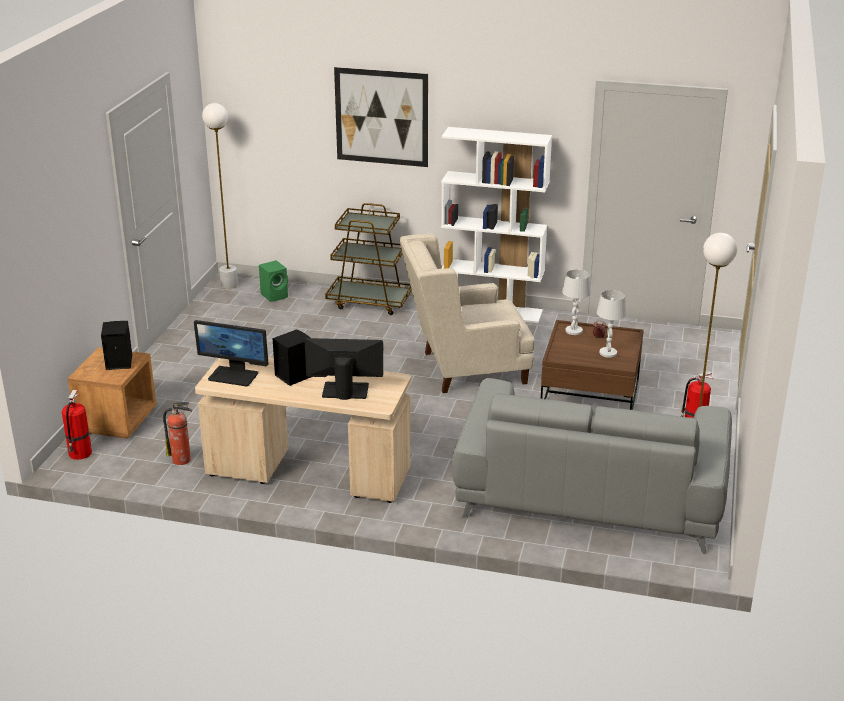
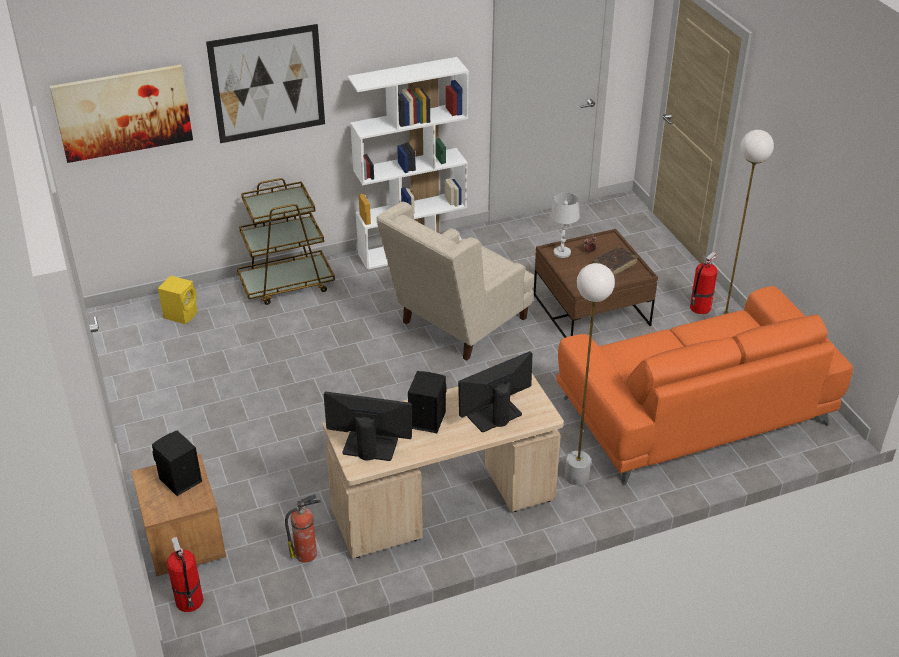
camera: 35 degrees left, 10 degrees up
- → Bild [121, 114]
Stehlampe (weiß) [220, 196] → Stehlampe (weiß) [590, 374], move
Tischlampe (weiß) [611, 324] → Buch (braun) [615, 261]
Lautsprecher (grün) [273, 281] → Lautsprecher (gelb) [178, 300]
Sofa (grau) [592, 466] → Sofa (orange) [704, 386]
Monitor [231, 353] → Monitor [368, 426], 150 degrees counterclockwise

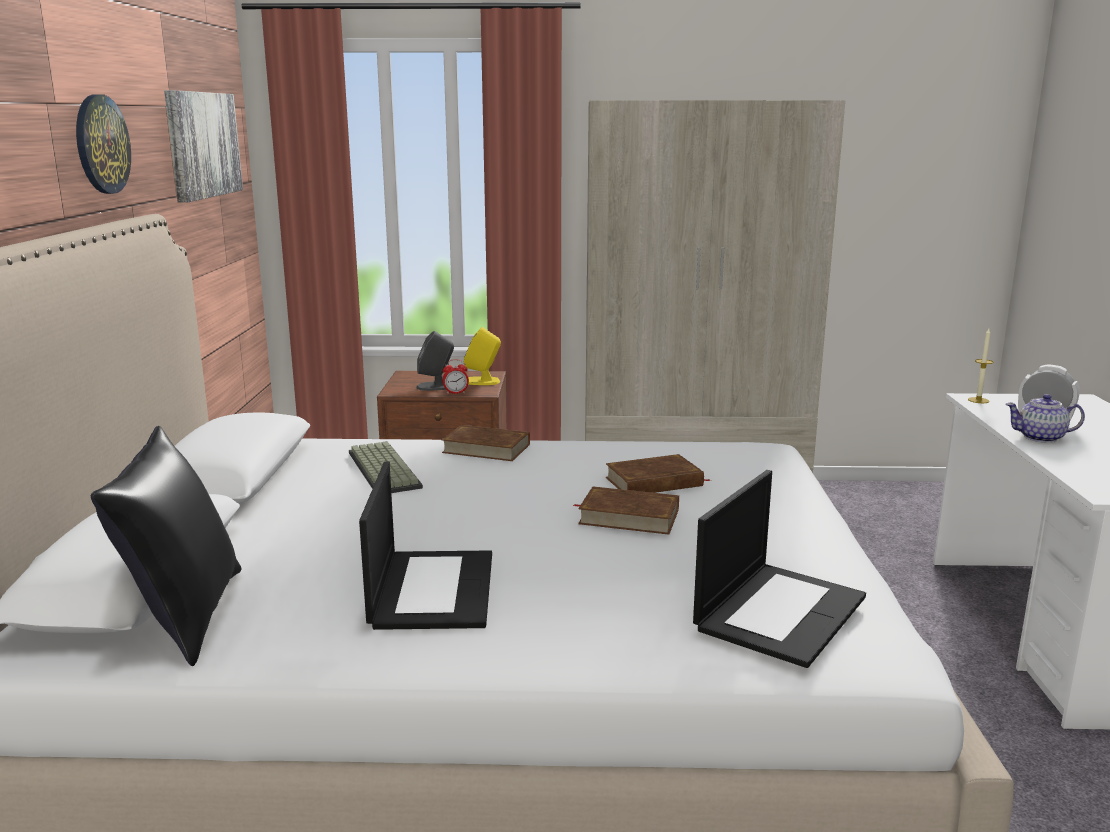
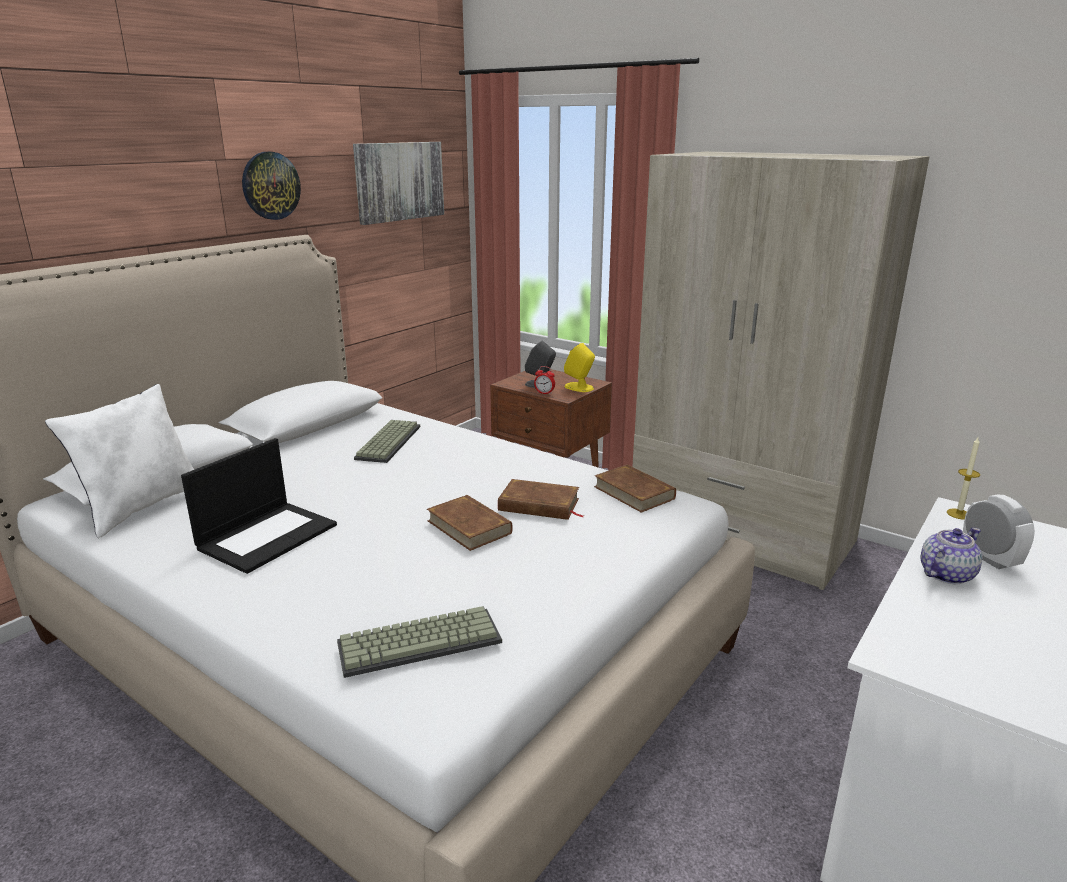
camera: 35 degrees right, 5 degrees up
Buch (braun) [486, 443] → Buch (braun) [635, 488], move
Laptop [779, 569] → Tastatur [419, 642]
Kissen (schwarz) [166, 546] → Kissen (weiß) [119, 461]
Teekanne [1045, 418] → Teekanne [951, 555], 105 degrees clockwise

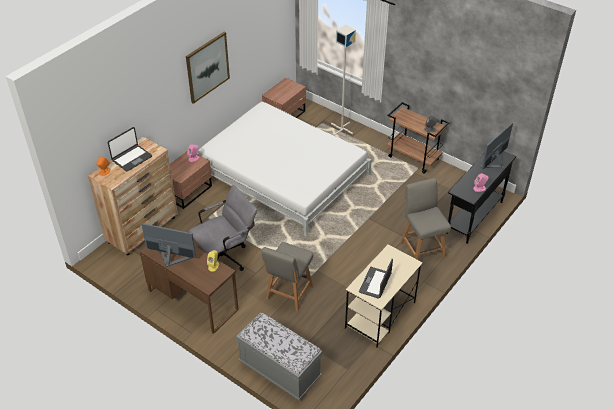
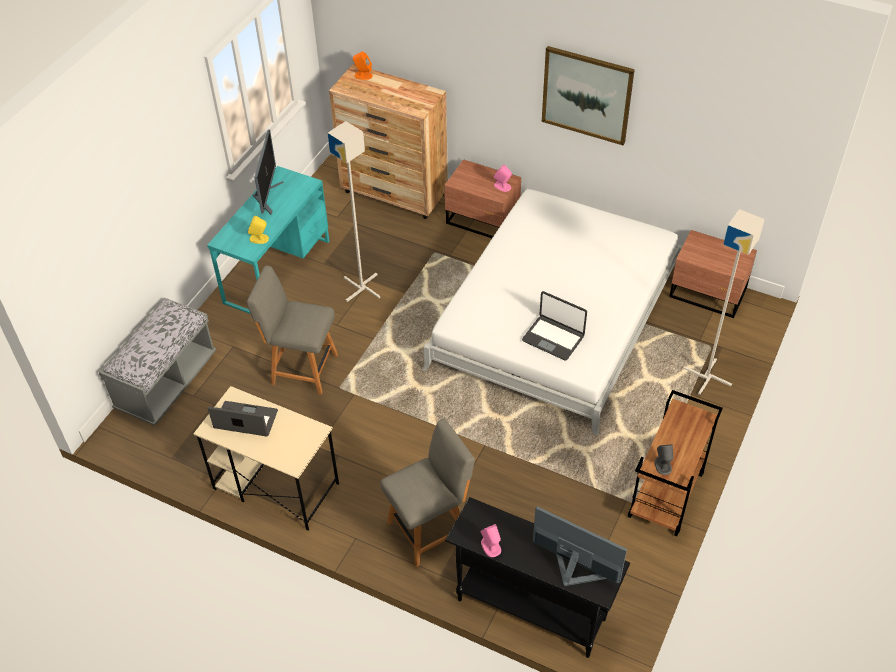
camera: 80 degrees right, 5 degrees up
Laptop [130, 149] → Laptop [554, 326], move
Bürostuhl (grau) [223, 228] → Stehlampe (grau) [354, 211]
Schreibtisch (braun) [189, 290] → Schreibtisch (türkis) [268, 240]

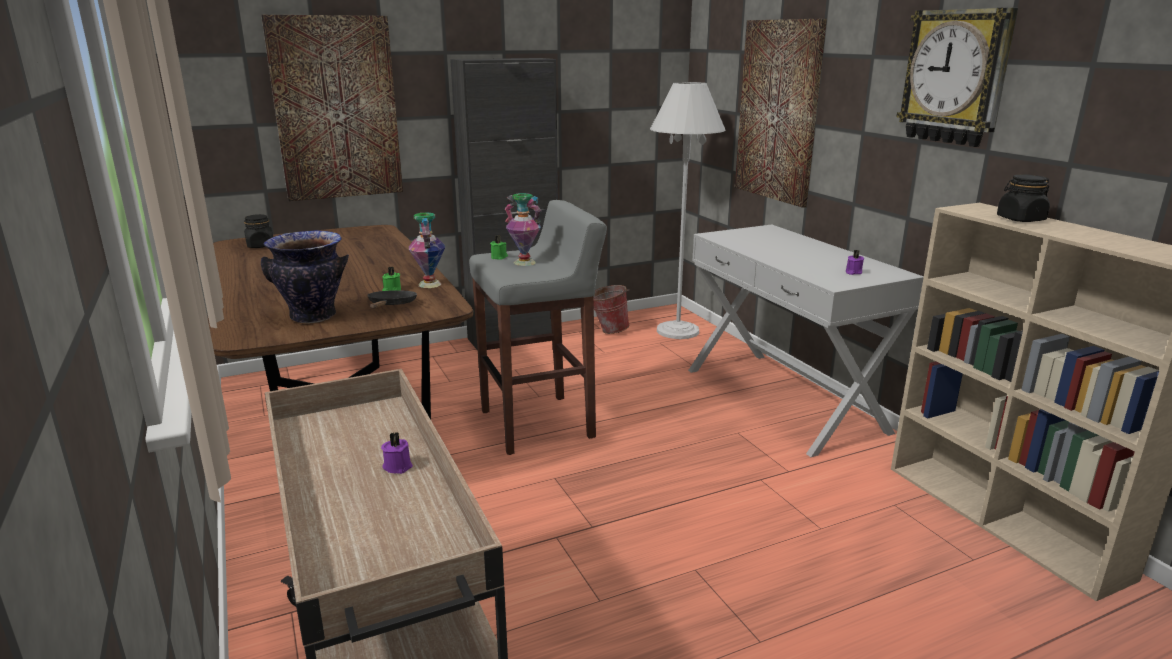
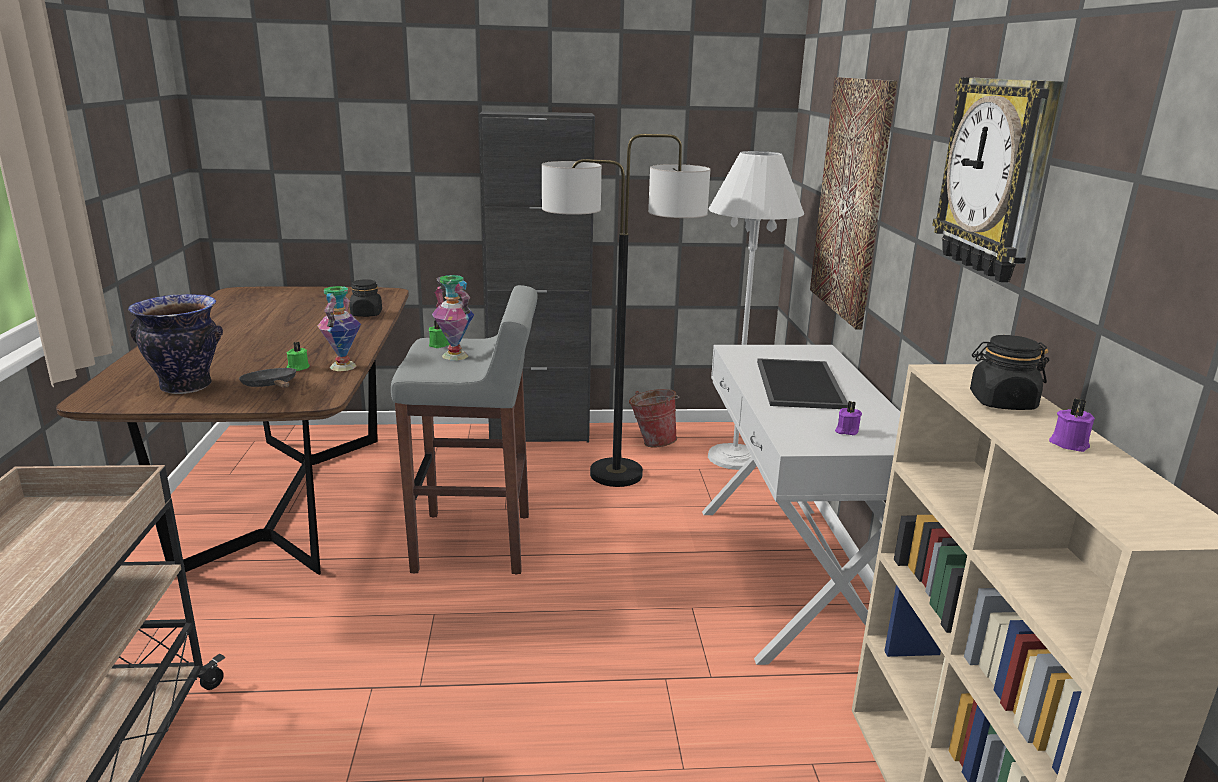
camera: 20 degrees right, 0 degrees up
Bild [332, 108] → -
- → Stehlampe [626, 310]
- → Tablett [802, 383]
Vorratsglas (schwarz) [258, 231] → Vorratsglas (schwarz) [366, 298], move
Kerze (lila) [397, 453] → Kerze (lila) [1072, 425], move
Pfanne (schwarz) [392, 299] → Pfanne (schwarz) [267, 378], 60 degrees counterclockwise

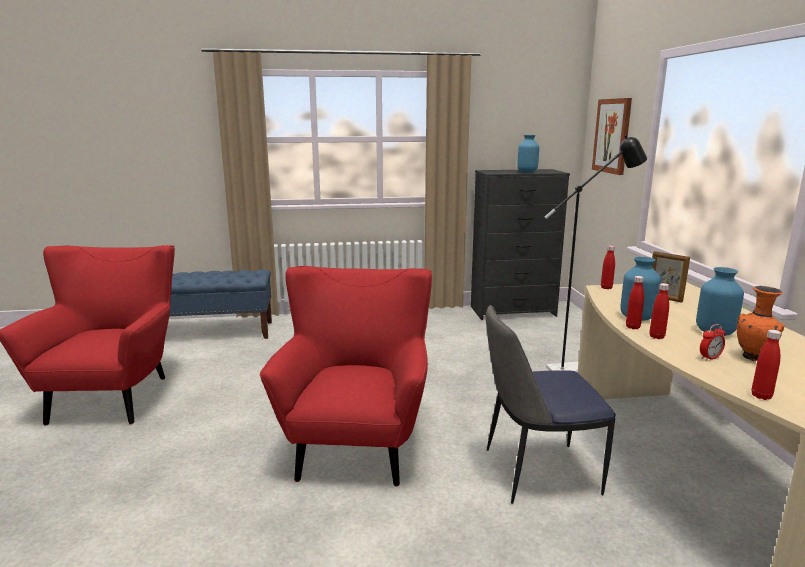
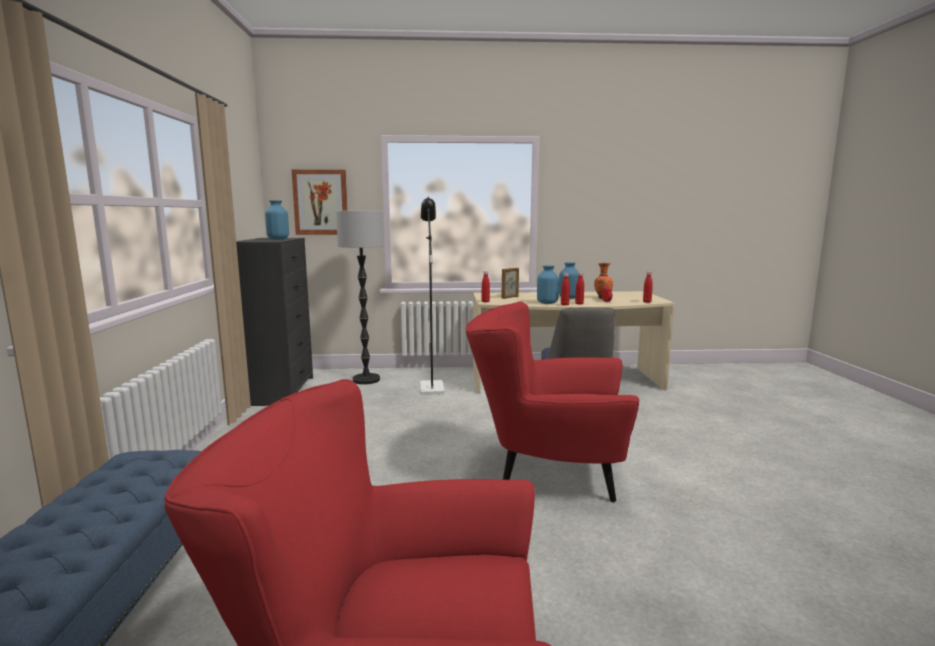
camera: 85 degrees left, 5 degrees down
- → Stehlampe [360, 298]

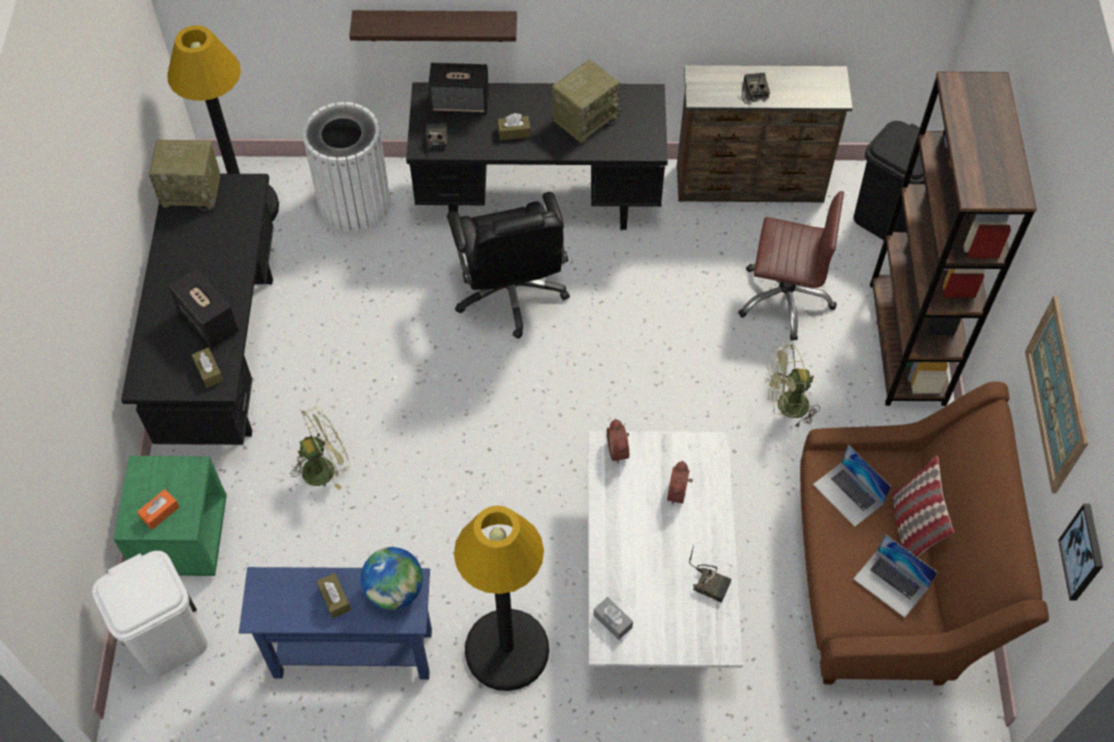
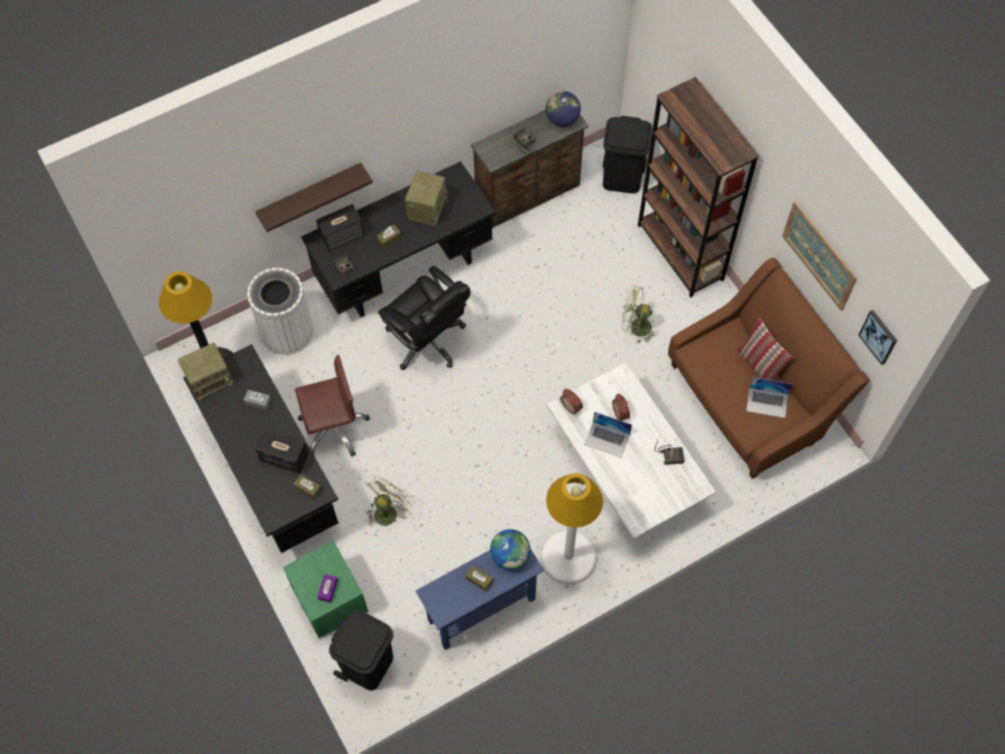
camera: 30 degrees left, 5 degrees up
- → Globus [563, 109]
Taschentuchbox (grau) [613, 618] → Taschentuchbox (grau) [257, 400], move
Bürostuhl (braun) [791, 266] → Bürostuhl (braun) [332, 405], move
Laptop [852, 486] → Laptop [608, 435], move
Mülleimer (weiß) [150, 614] → Mülleimer (schwarz) [361, 650]
Taschentuchbox (orange) [158, 509] → Taschentuchbox (lila) [328, 588]
Stehlampe (schwarz) [501, 598] → Stehlampe (weiß) [572, 529]
Ventilator (grün) [792, 386] → Ventilator (grün) [640, 314], 45 degrees clockwise

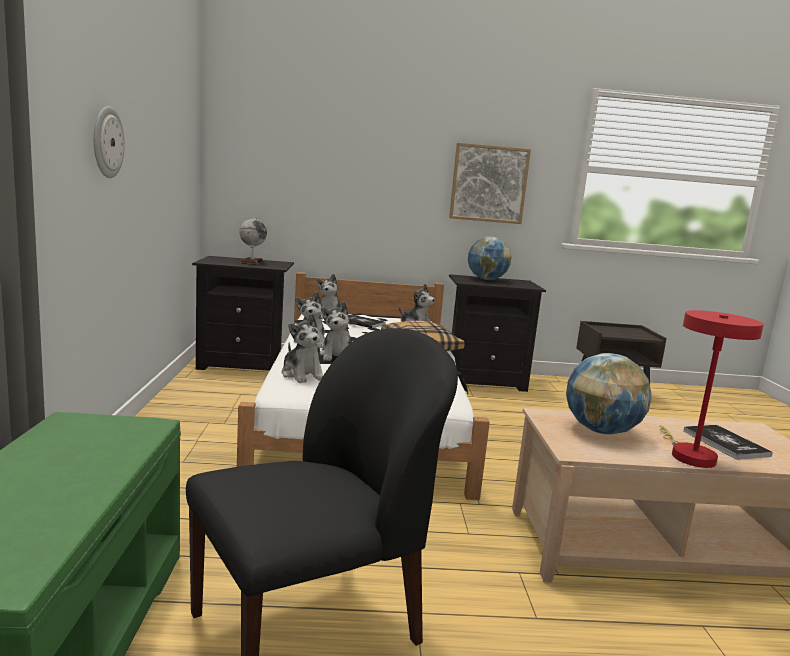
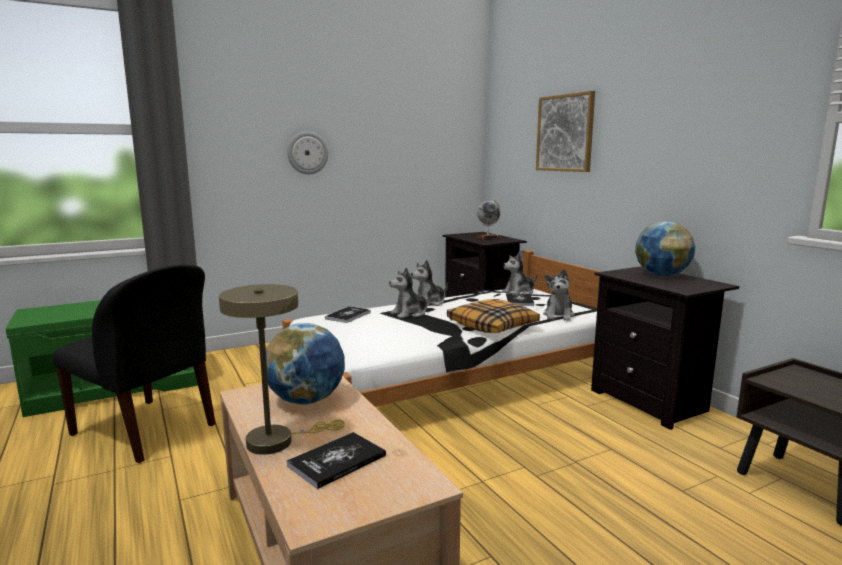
camera: 65 degrees right, 0 degrees up
Bild [490, 183] → Bild [565, 131], move
Plüschtier [302, 348] → Buch [348, 314]
Tischlampe (rot) [711, 389] → Tischlampe (beige) [282, 369]

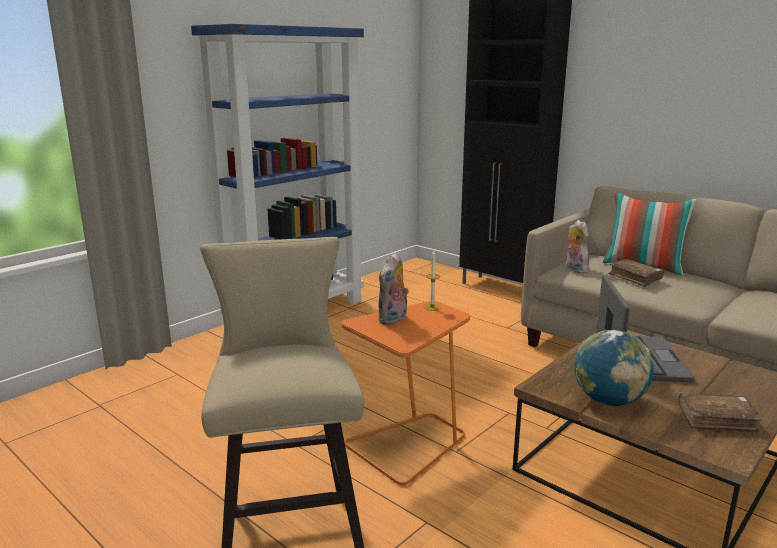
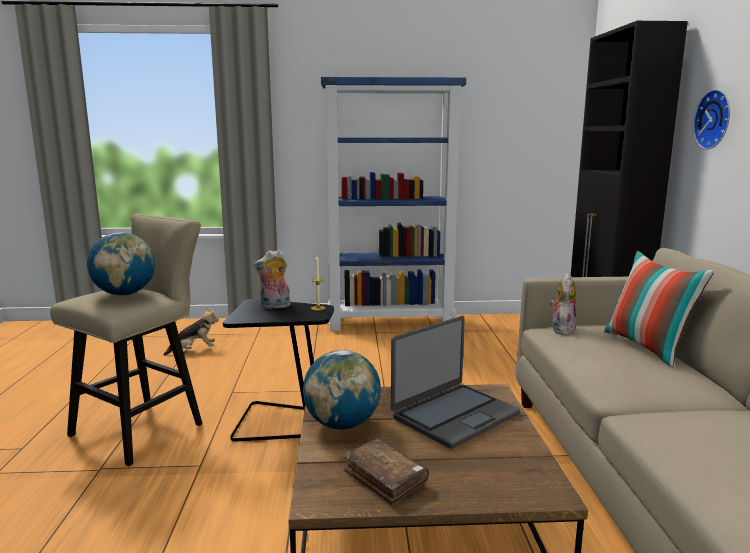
camera: 45 degrees right, 5 degrees down
Buch (braun) [636, 273] → -
- → Globus [121, 264]
- → Plüschtier [191, 331]
- → Wanduhr [711, 119]
Beistelltisch (orange) [405, 393] → Beistelltisch (schwarz) [278, 370]

